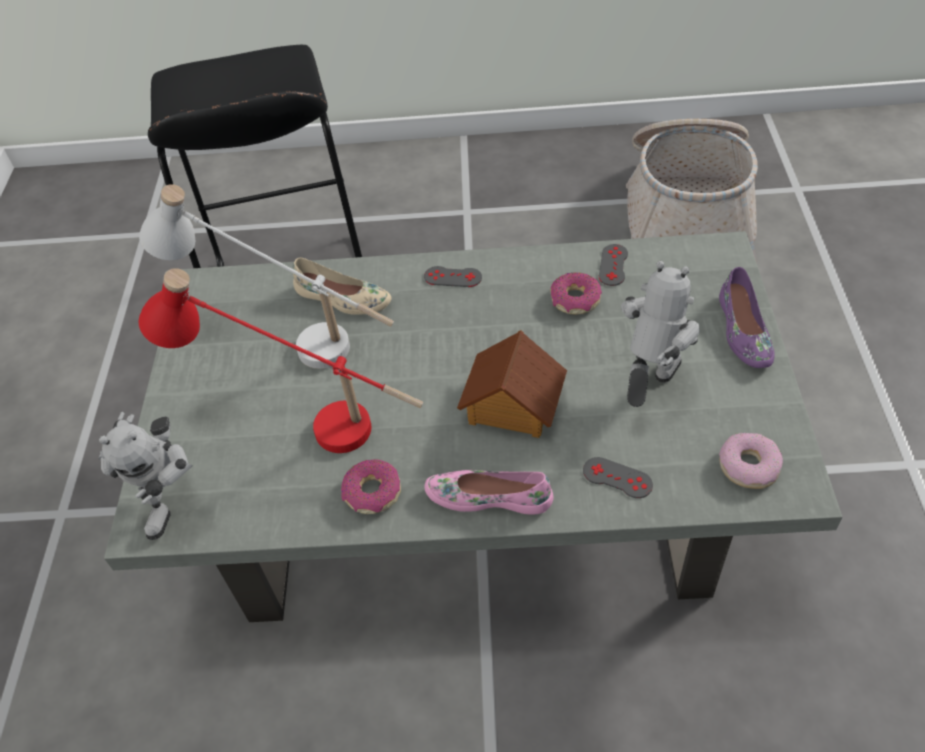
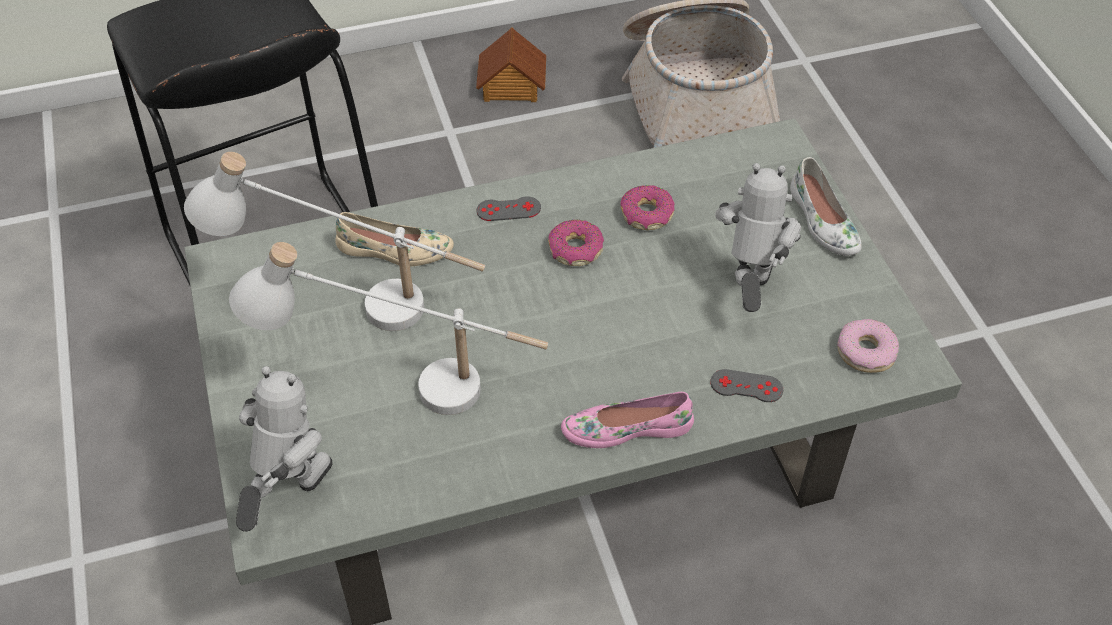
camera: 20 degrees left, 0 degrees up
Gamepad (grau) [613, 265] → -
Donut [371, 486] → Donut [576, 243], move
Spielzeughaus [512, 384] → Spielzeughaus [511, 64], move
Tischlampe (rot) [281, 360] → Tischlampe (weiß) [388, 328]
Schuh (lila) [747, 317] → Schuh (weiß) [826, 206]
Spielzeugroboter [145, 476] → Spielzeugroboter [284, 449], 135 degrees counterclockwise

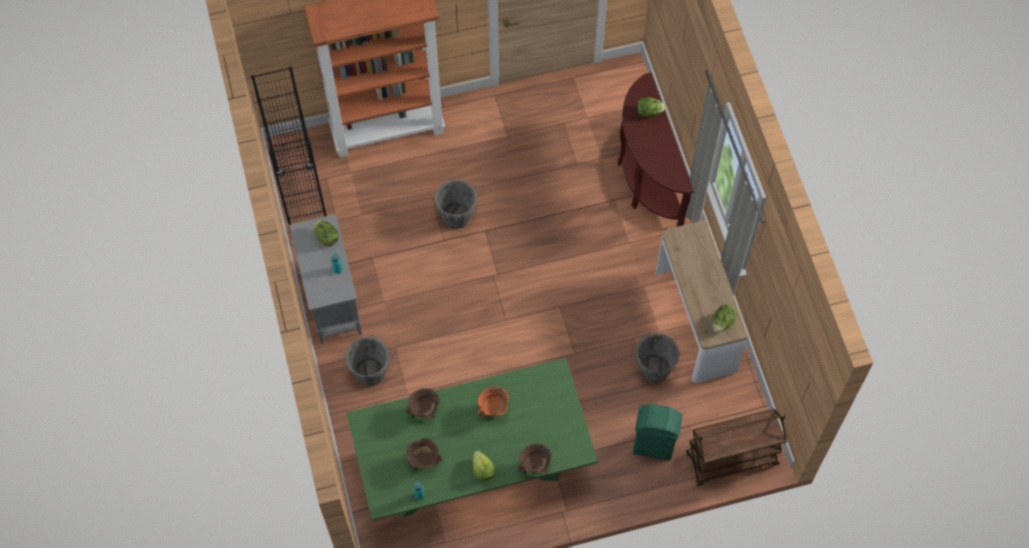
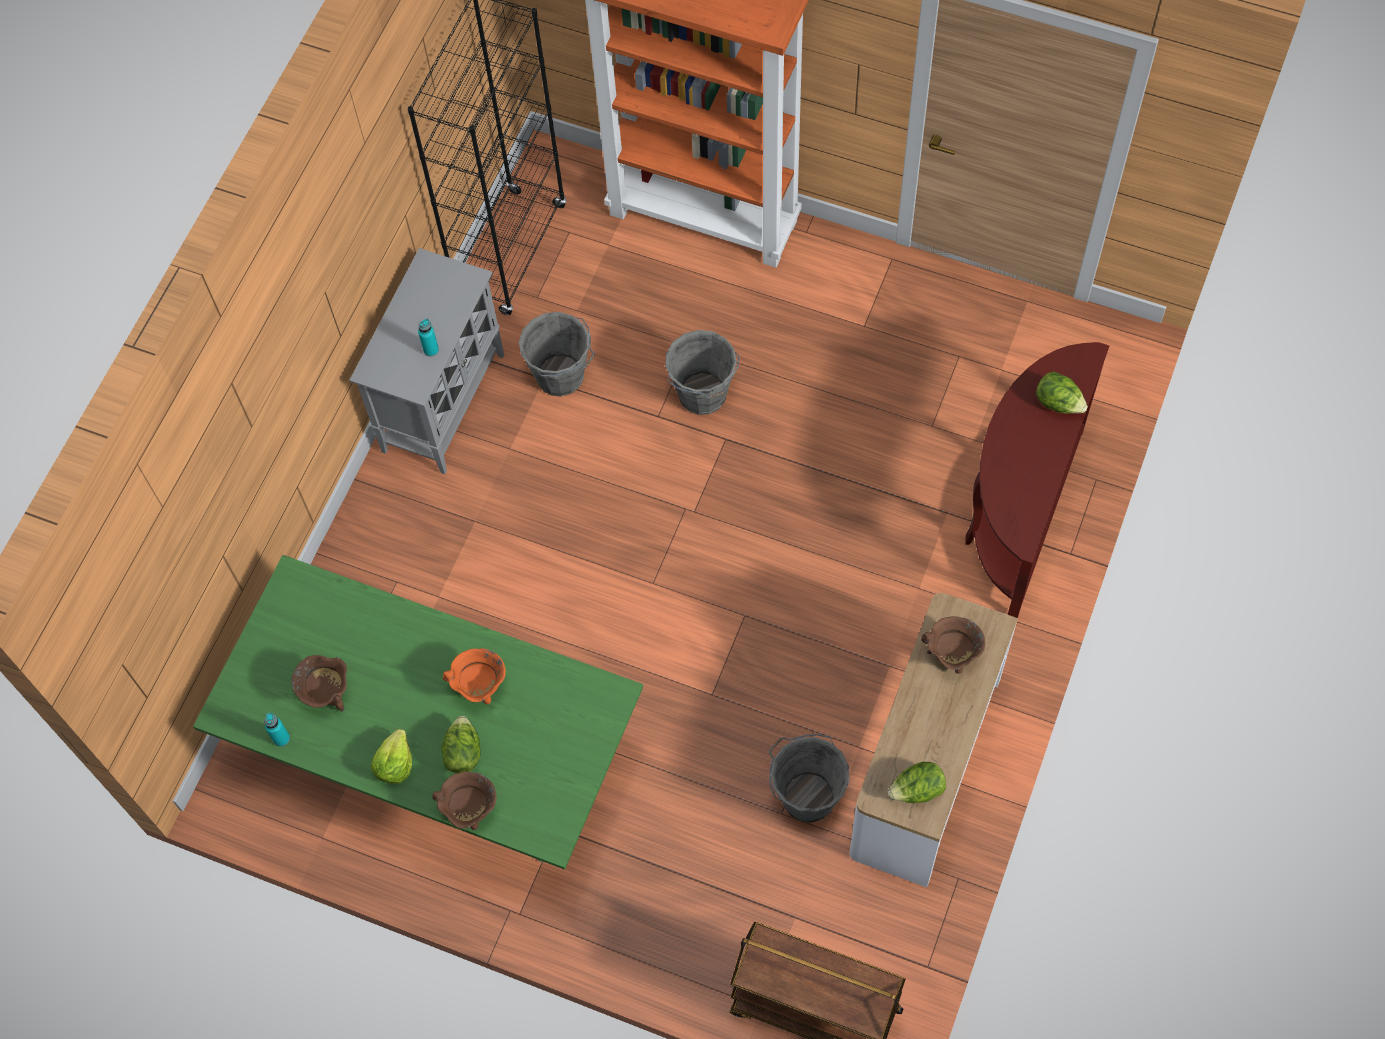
camera: 40 degrees right, 0 degrees up
Mülleimer (grün) [658, 432] → -
Salatkopf [326, 233] → Salatkopf [461, 744], move
Eimer (grau) [369, 360] → Eimer (grau) [557, 354], move
Kochtopf (braun) [423, 403] → Kochtopf (braun) [953, 645], move

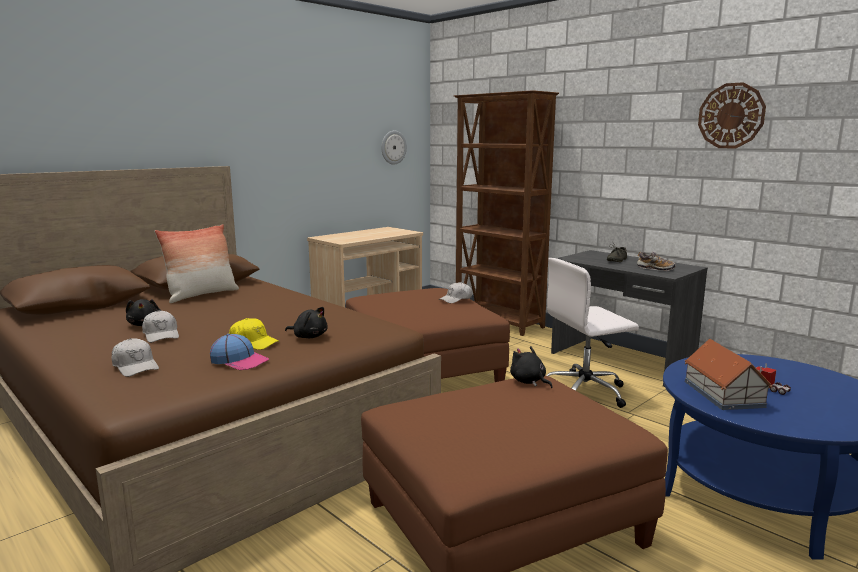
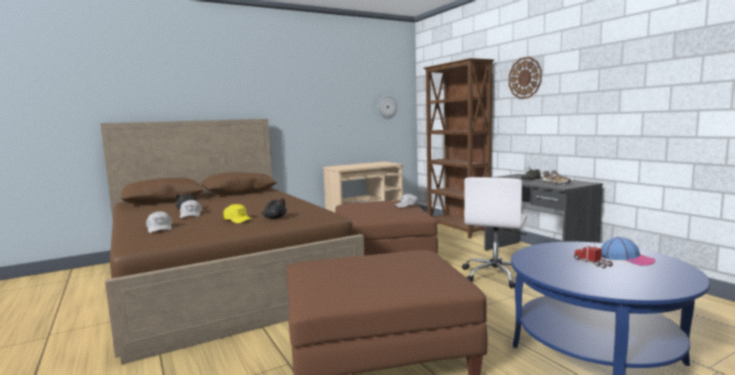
camera: 15 degrees right, 5 degrees down
Kissen [197, 263] → -
Plüschtier (schwarz) [531, 367] → -
Spielzeughaus [729, 374] → -
Kappe [239, 352] → Kappe [628, 251], move
Wanduhr [732, 115] → Wanduhr [525, 78], move
Bürostuhl (weiß) [592, 333] → Bürostuhl (weiß) [494, 232], 60 degrees counterclockwise

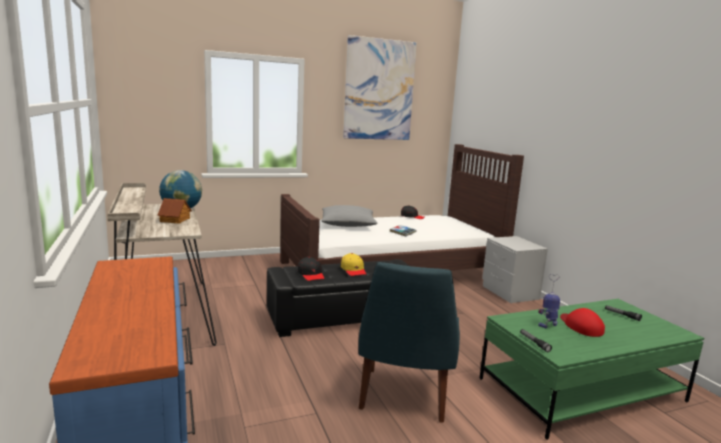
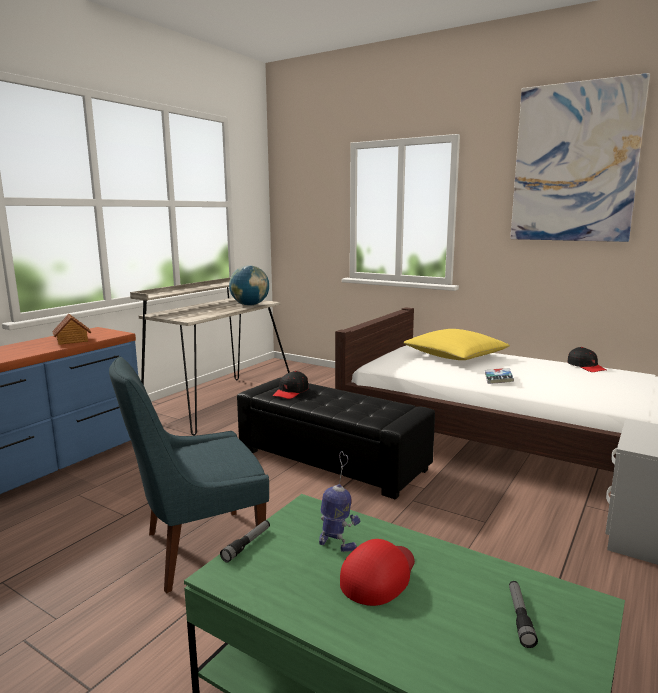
camera: 55 degrees right, 0 degrees up
Kappe (gelb) [353, 264] → -
Spielzeughaus [175, 211] → Spielzeughaus [72, 329], move
Kissen (grau) [350, 216] → Kissen (gelb) [456, 344]

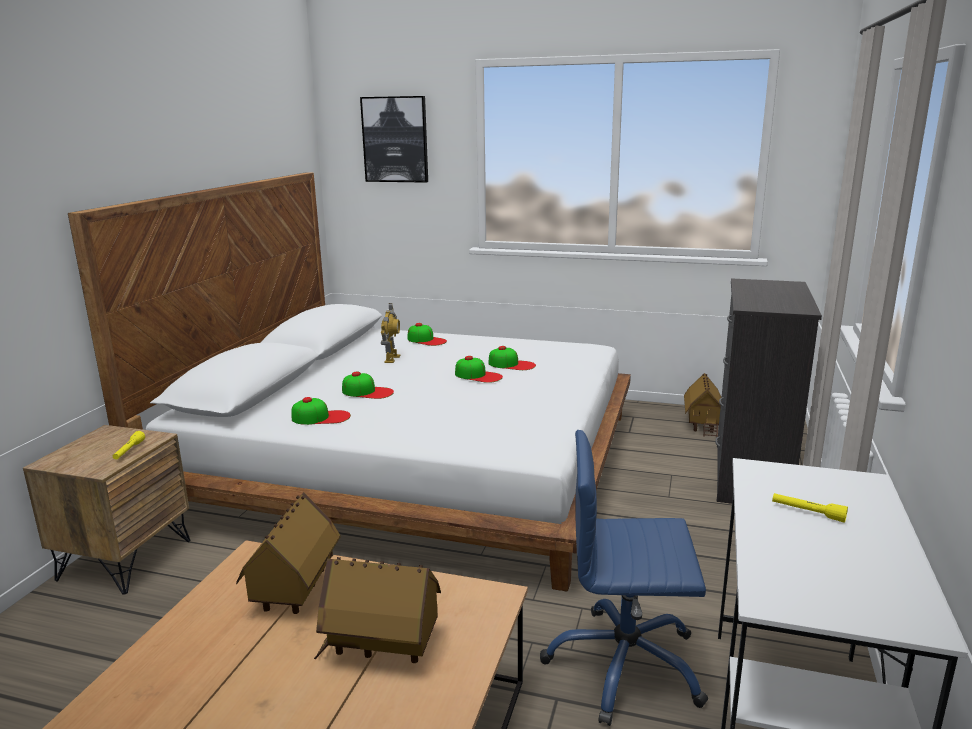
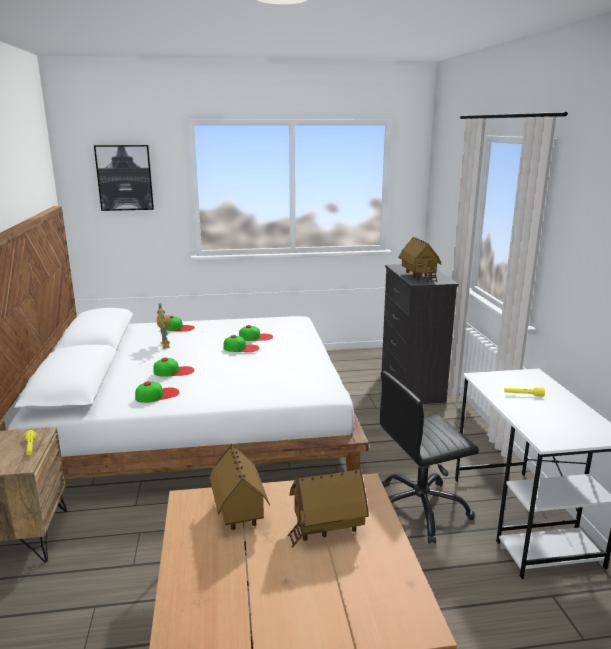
camera: 25 degrees left, 0 degrees up
Spielzeughaus [702, 405] → Spielzeughaus [420, 260], move
Bürostuhl (blau) [624, 578] → Bürostuhl (schwarz) [429, 457]

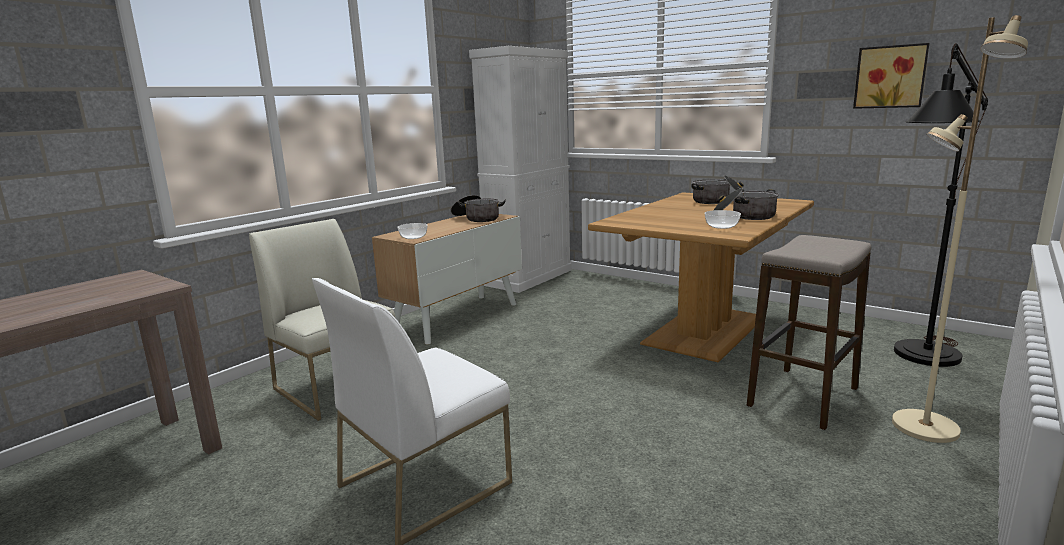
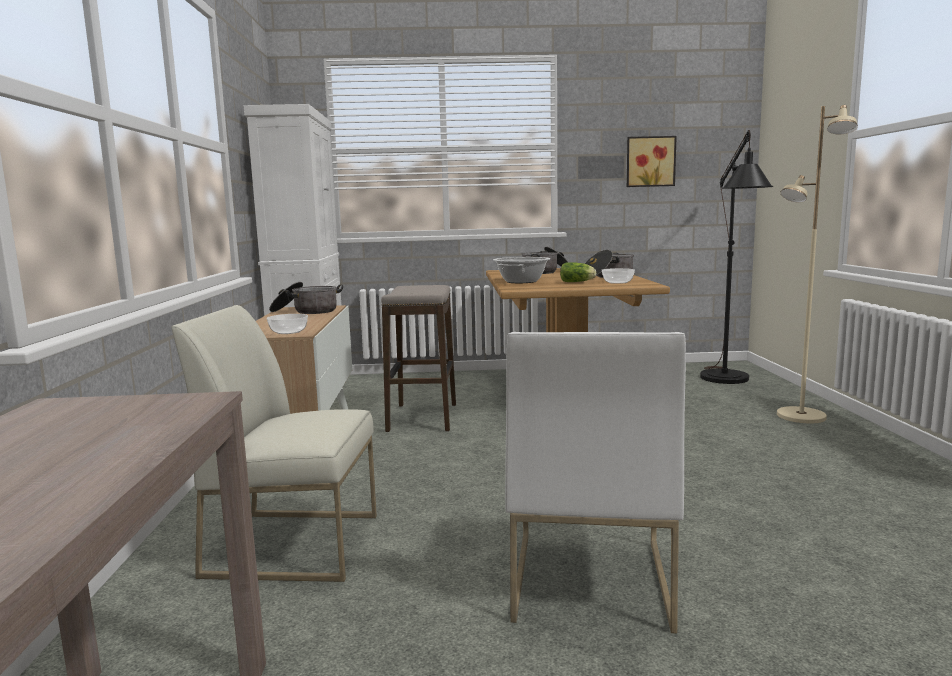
camera: 40 degrees left, 5 degrees down
- → Kochtopf [521, 270]
- → Salatkopf [578, 272]
Hocker [809, 332] → Hocker [418, 358], move

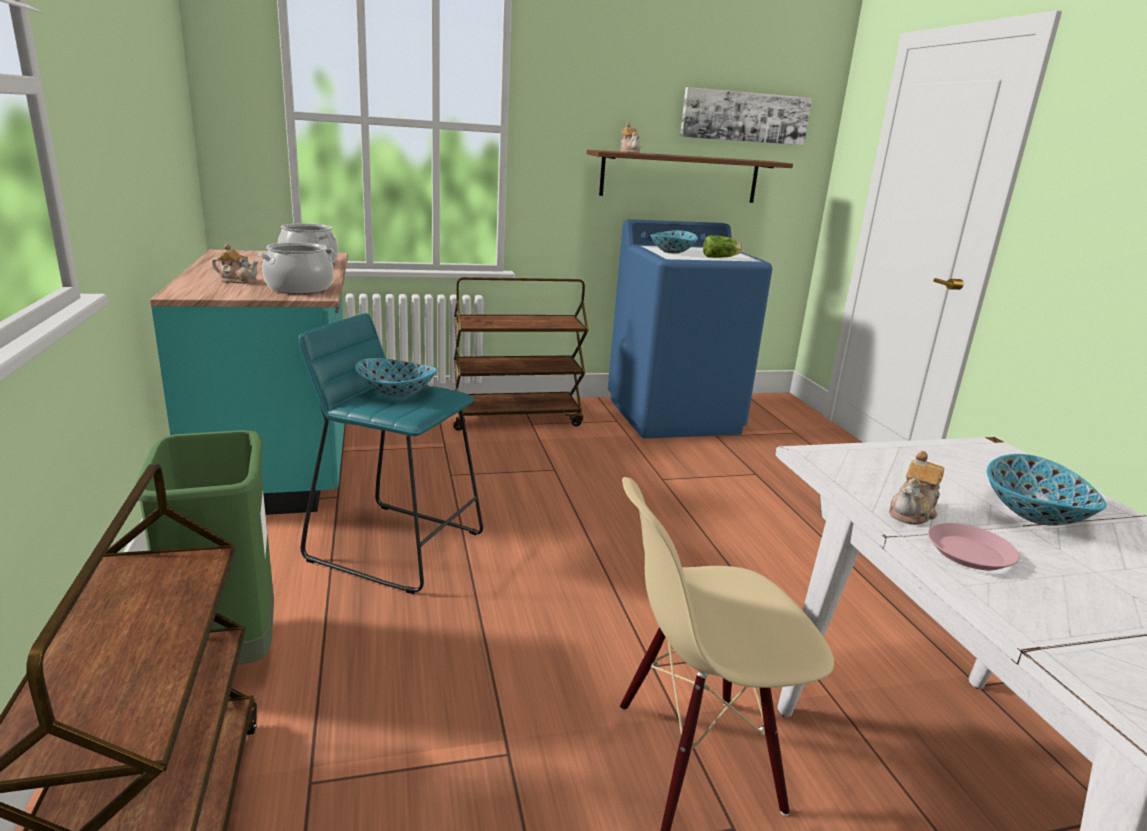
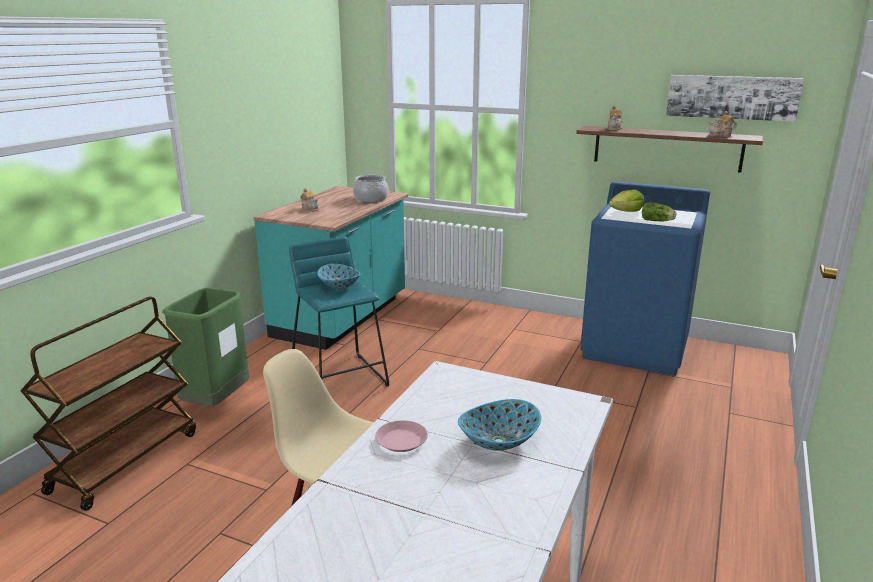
camera: 40 degrees right, 0 degrees up
Kochtopf [296, 268] → -
Rollwagen (braun) [521, 354] → -
Teekanne [916, 488] → Teekanne [723, 124], move
Schüssel [674, 242] → Salatkopf [626, 201]

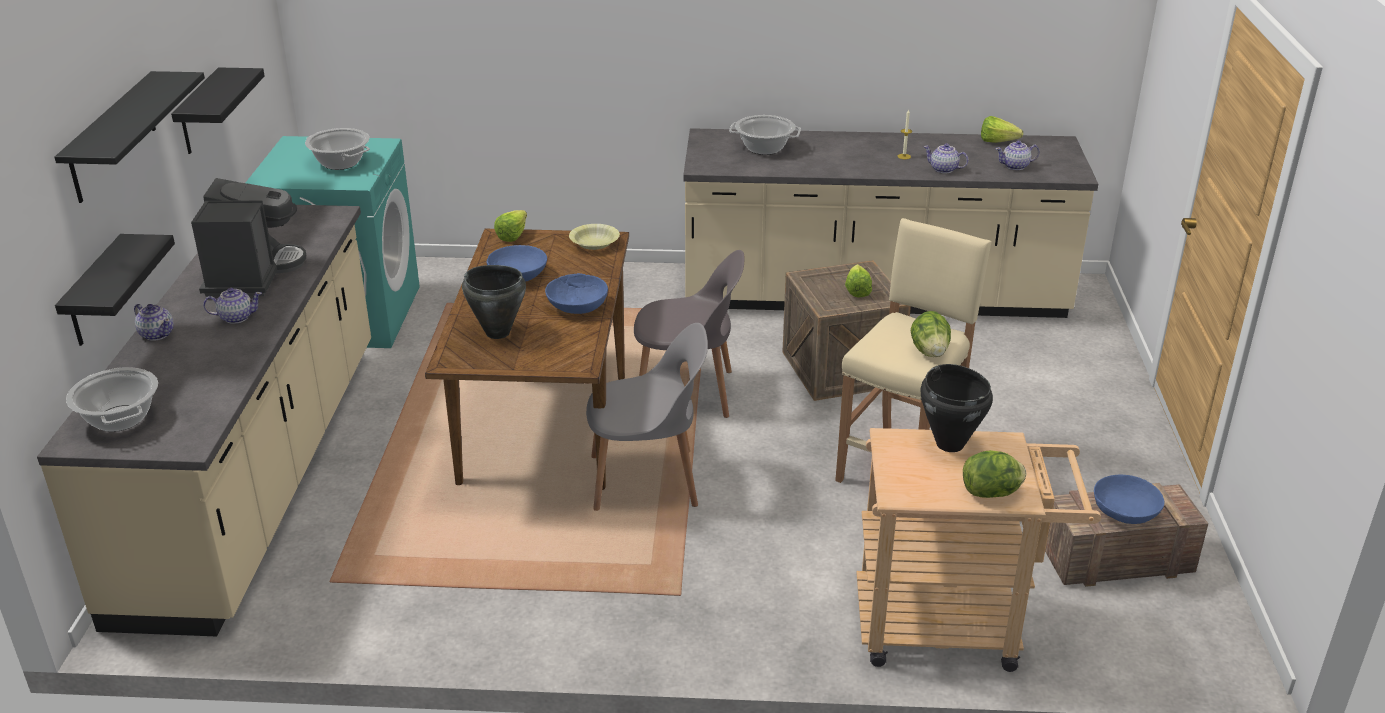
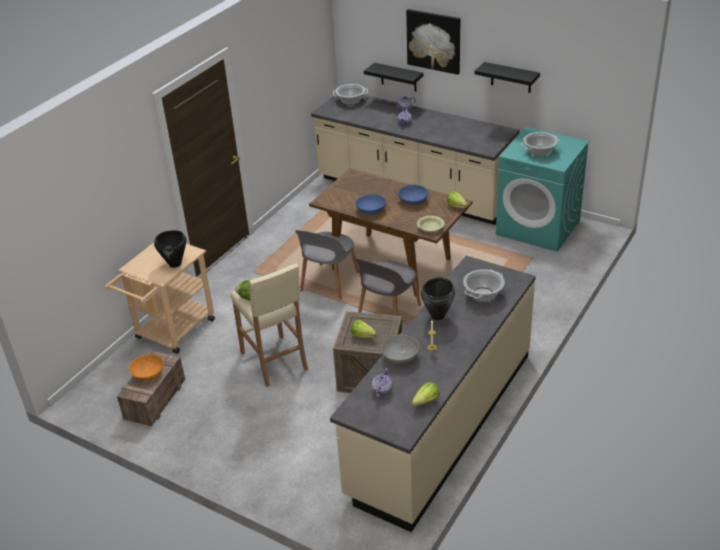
camera: 120 degrees right, 5 degrees up
Kaffeemaschine [248, 237] → -
Salatkopf [994, 474] → -
Kochtopf (schwarz) [494, 302] → Kochtopf (schwarz) [438, 298], move
Wandregal (schwarz) [129, 137] → Bild [433, 42]
Teekanne [945, 158] → Schüssel (grau) [400, 349]
Schüssel (blau) [1129, 499] → Schüssel (orange) [146, 367]

